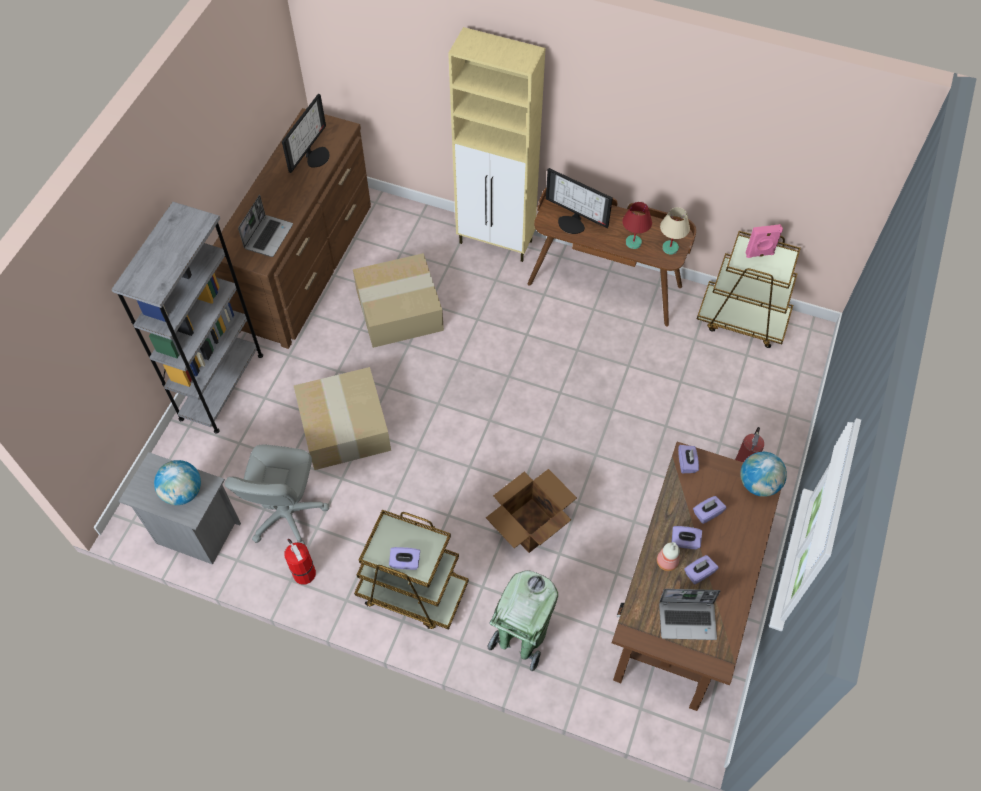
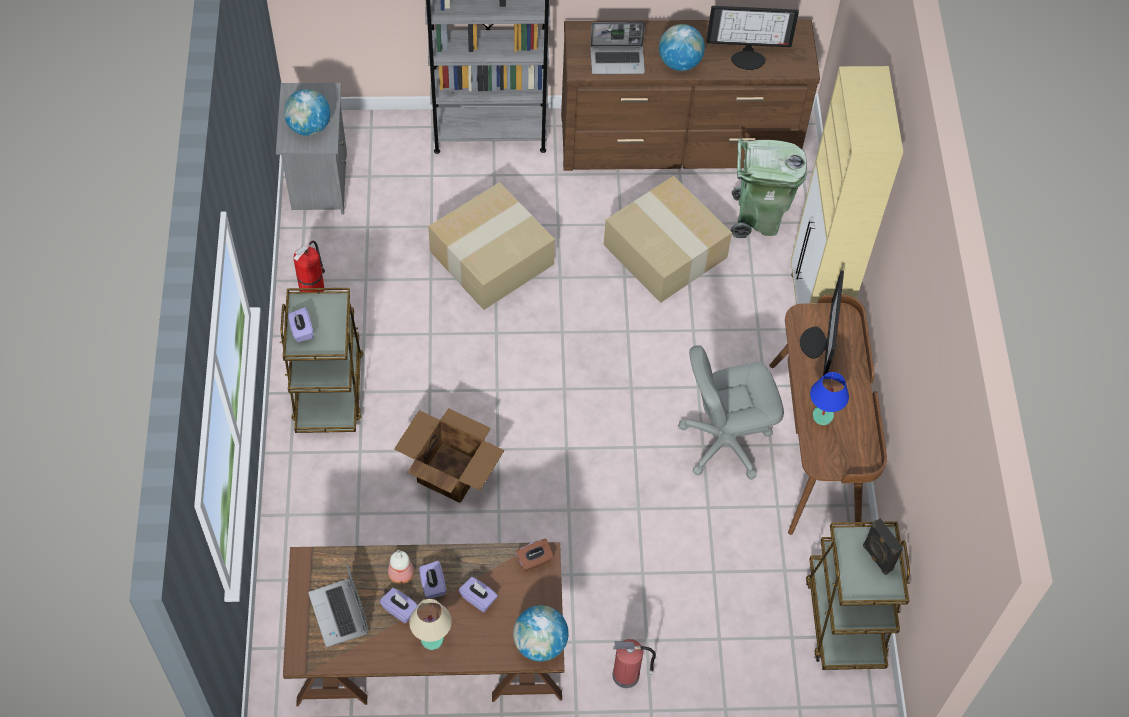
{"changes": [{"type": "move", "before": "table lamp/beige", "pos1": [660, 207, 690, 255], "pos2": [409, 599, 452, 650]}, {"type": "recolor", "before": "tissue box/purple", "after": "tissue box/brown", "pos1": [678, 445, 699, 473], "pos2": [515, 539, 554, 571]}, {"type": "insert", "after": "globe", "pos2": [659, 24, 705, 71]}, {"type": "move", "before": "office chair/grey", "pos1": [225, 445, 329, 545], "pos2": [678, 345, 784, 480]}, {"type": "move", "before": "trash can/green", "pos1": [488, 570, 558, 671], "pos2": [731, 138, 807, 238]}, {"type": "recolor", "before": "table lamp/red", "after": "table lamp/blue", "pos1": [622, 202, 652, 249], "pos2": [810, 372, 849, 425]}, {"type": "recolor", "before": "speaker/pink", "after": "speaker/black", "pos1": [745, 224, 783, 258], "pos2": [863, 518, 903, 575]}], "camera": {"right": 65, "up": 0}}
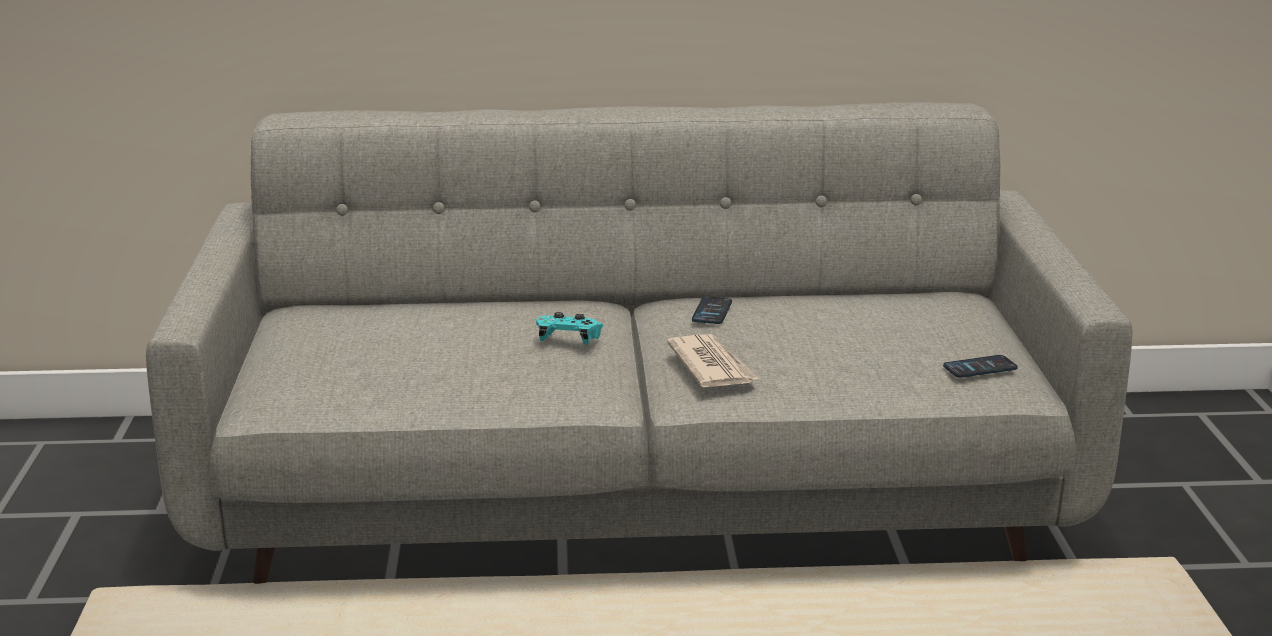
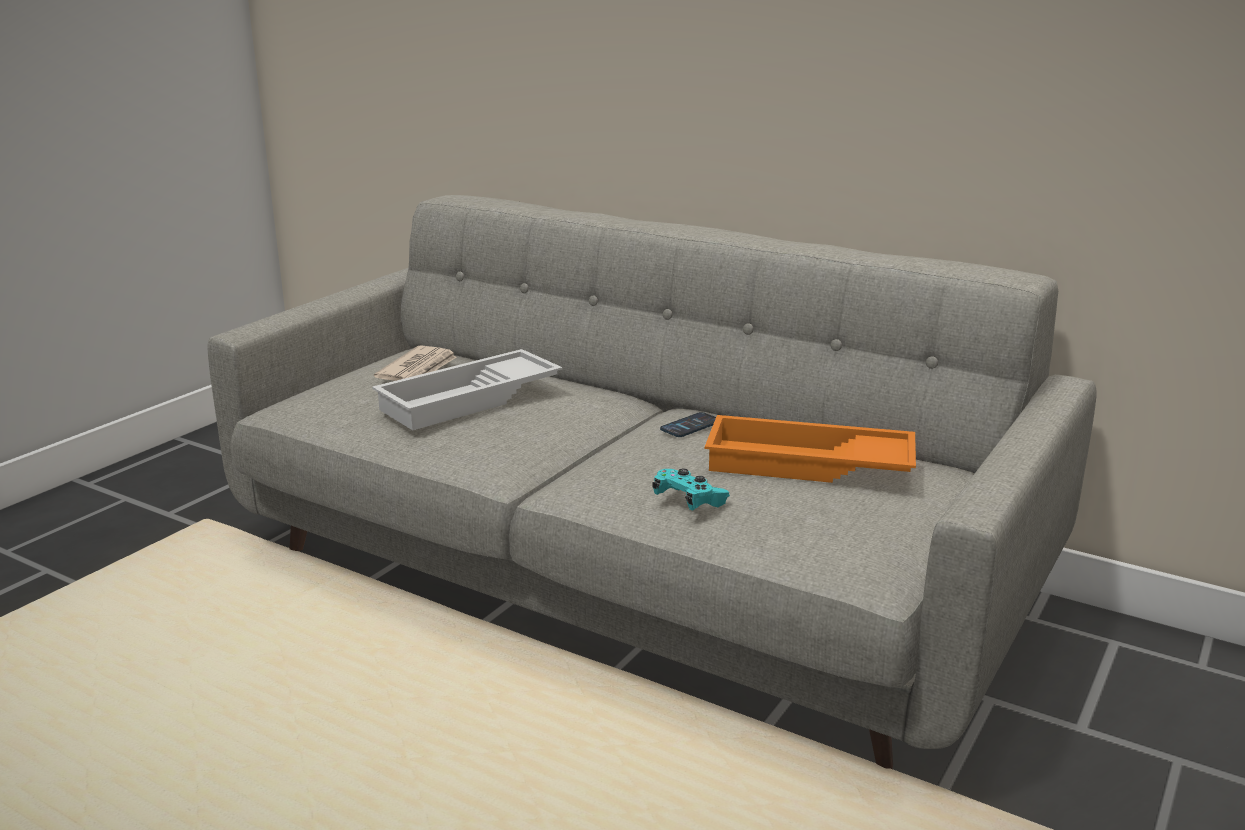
{"changes": [{"type": "insert", "after": "tray/white", "pos2": [372, 349, 562, 430]}, {"type": "move", "before": "newspaper", "pos1": [667, 334, 759, 387], "pos2": [374, 345, 457, 381]}, {"type": "move", "before": "game controller/turquoise", "pos1": [536, 312, 604, 345], "pos2": [653, 469, 730, 510]}, {"type": "insert", "after": "tray/orange", "pos2": [705, 415, 916, 483]}, {"type": "delete", "before": "phone", "pos1": [943, 355, 1018, 378]}], "camera": {"right": 35, "up": 0}}
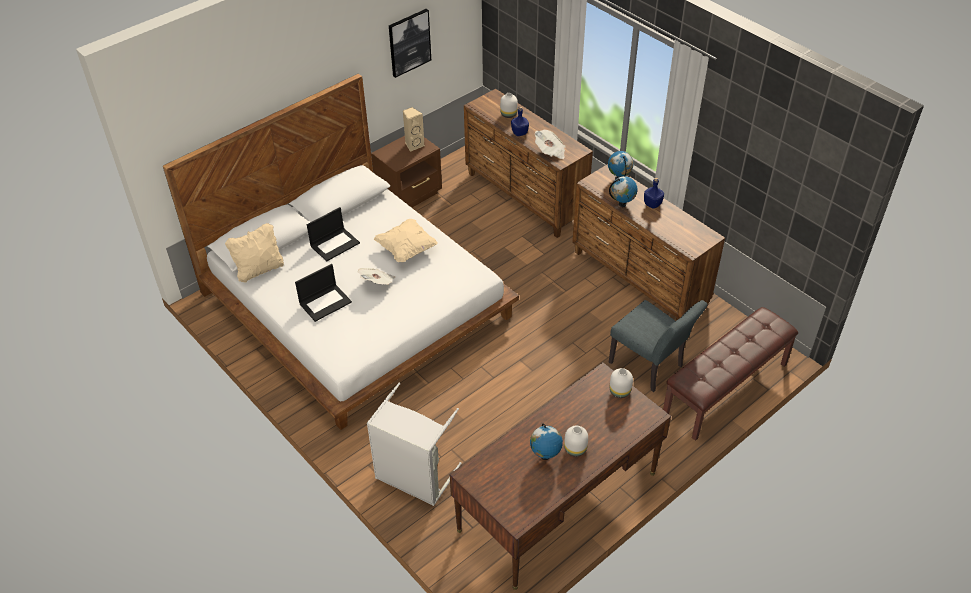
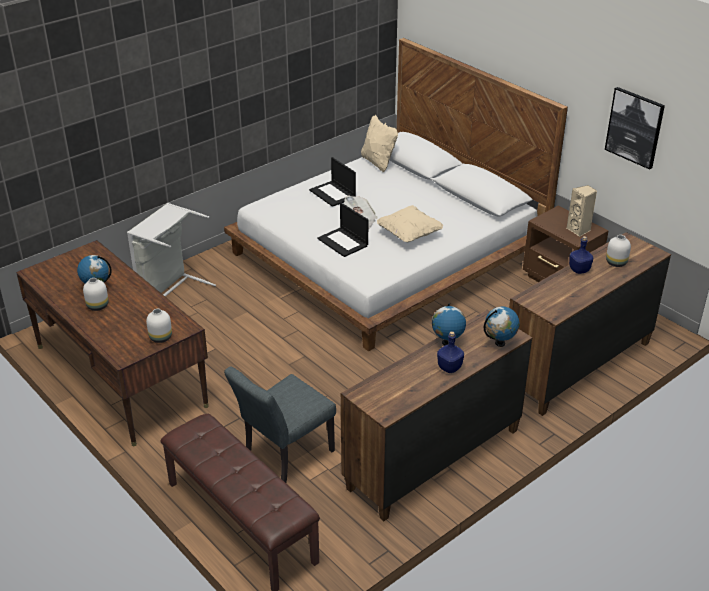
{"changes": [{"type": "move", "before": "laptop", "pos1": [307, 207, 360, 261], "pos2": [317, 203, 368, 257]}, {"type": "delete", "before": "newspaper", "pos1": [535, 130, 566, 159]}], "camera": {"right": 90, "up": -10}}
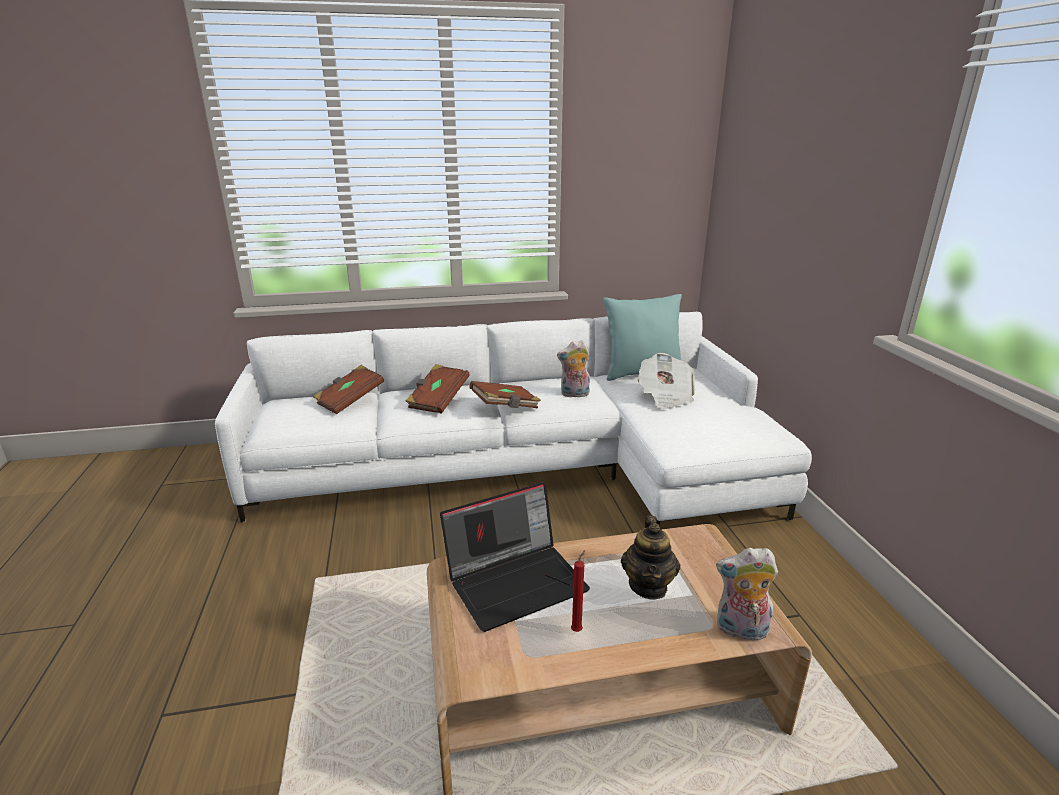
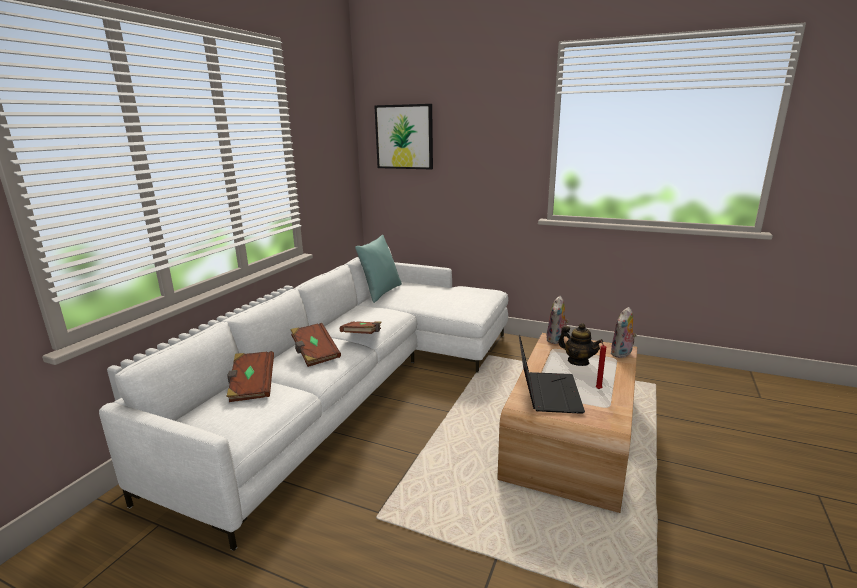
{"changes": [{"type": "insert", "after": "picture", "pos2": [374, 104, 433, 169]}, {"type": "move", "before": "plush toy", "pos1": [557, 340, 590, 398], "pos2": [546, 296, 569, 344]}, {"type": "delete", "before": "newspaper", "pos1": [637, 353, 695, 409]}], "camera": {"right": -55, "up": -5}}
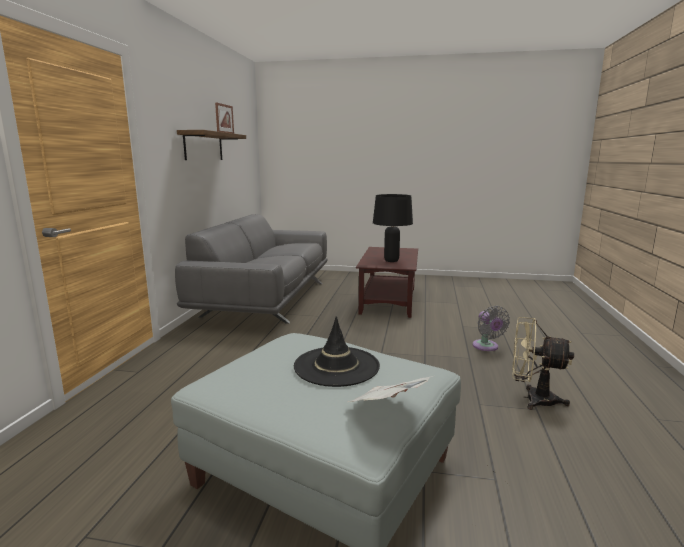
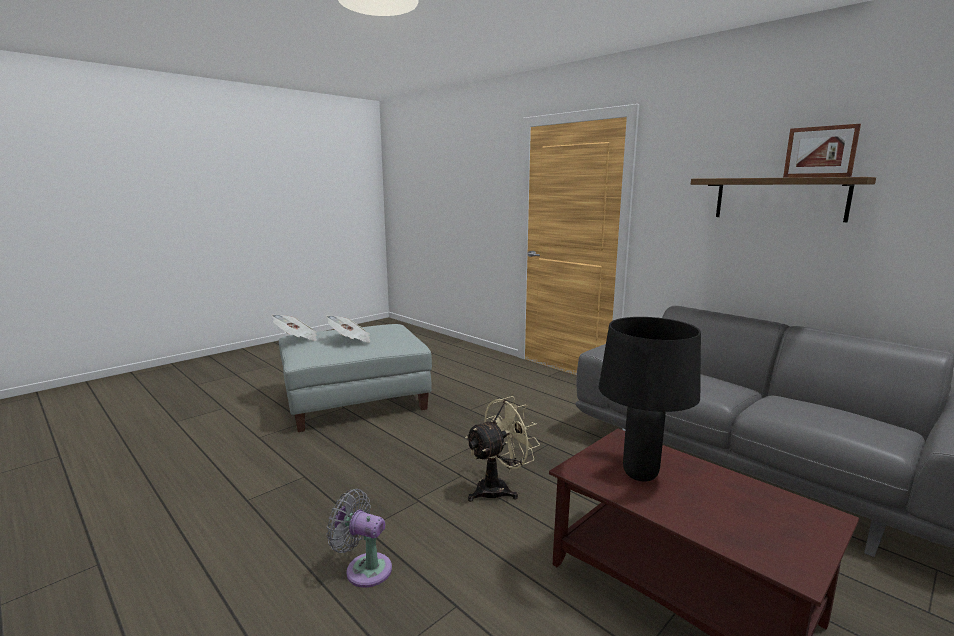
{"changes": [{"type": "replace", "before": "hat/black", "after": "newspaper", "pos1": [294, 316, 380, 387], "pos2": [326, 315, 370, 343]}, {"type": "move", "before": "fan/beige", "pos1": [512, 317, 574, 410], "pos2": [465, 396, 540, 502]}], "camera": {"right": 125, "up": 0}}
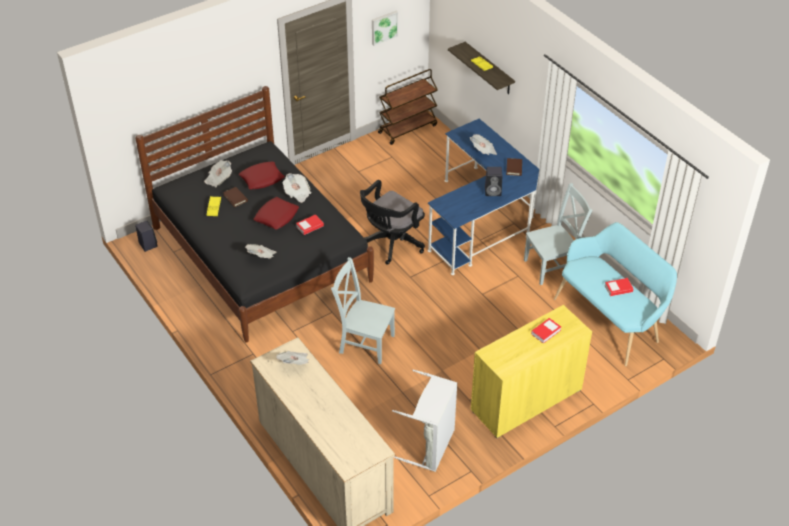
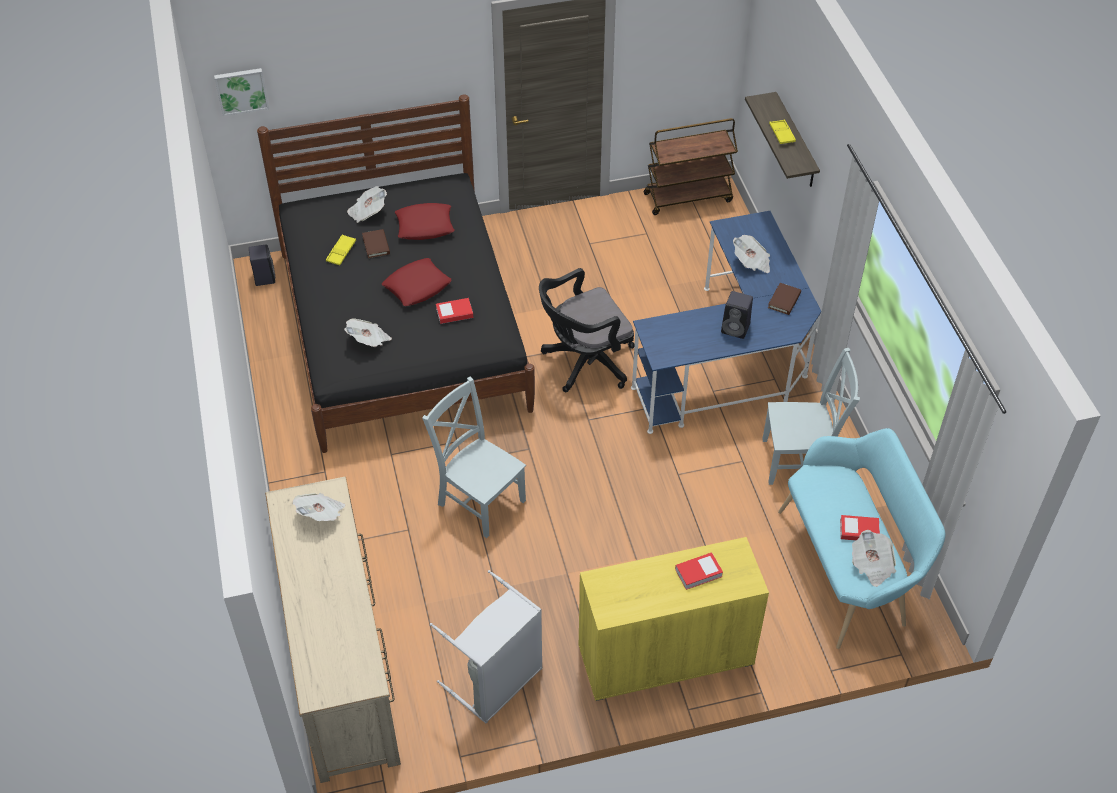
{"changes": [{"type": "move", "before": "picture", "pos1": [372, 11, 398, 46], "pos2": [214, 68, 269, 116]}, {"type": "move", "before": "newspaper", "pos1": [283, 173, 312, 203], "pos2": [852, 530, 896, 587]}], "camera": {"right": 20, "up": 5}}
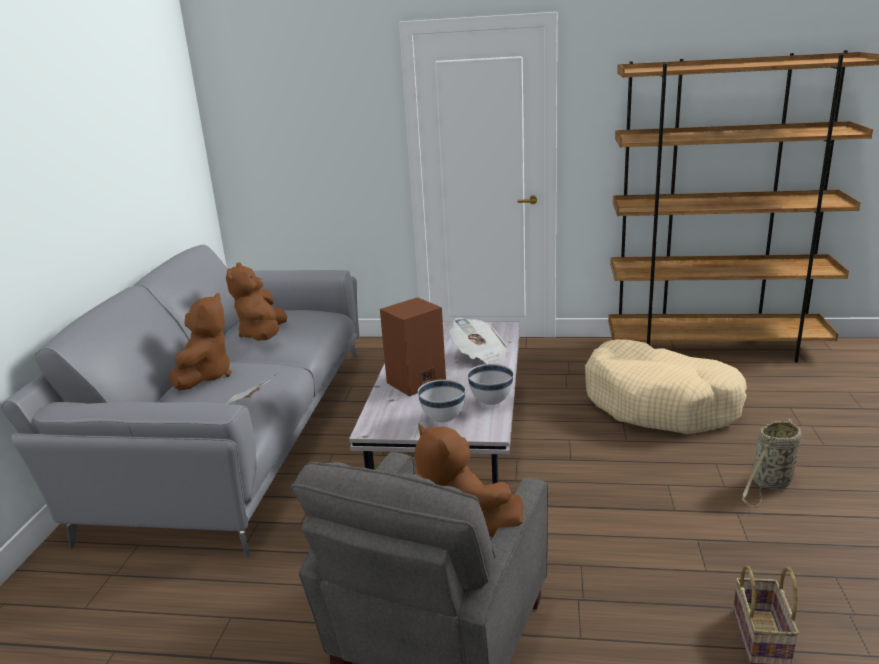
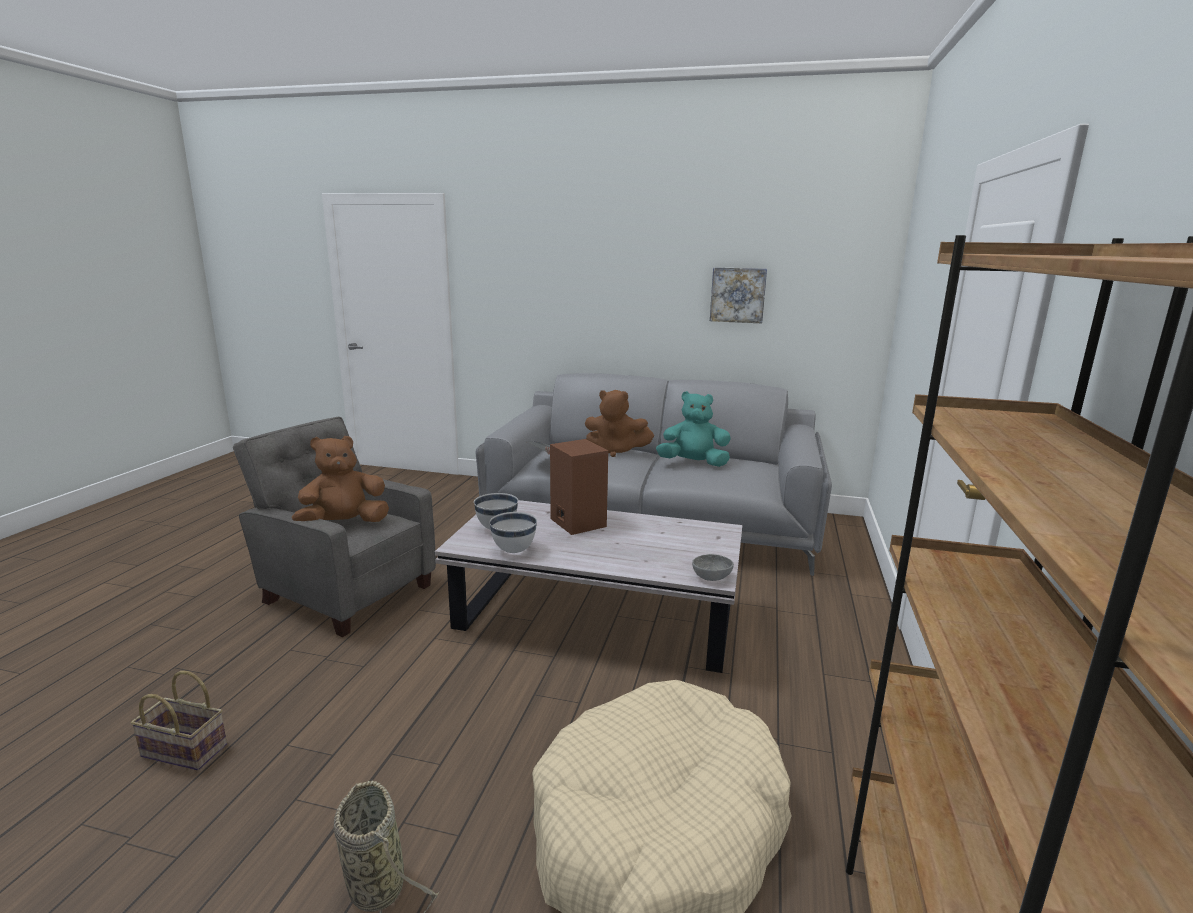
{"changes": [{"type": "recolor", "before": "plush toy/brown", "after": "plush toy/turquoise", "pos1": [226, 262, 287, 340], "pos2": [656, 391, 731, 467]}, {"type": "insert", "after": "bowl/grey", "pos2": [692, 554, 734, 581]}, {"type": "insert", "after": "picture", "pos2": [710, 267, 767, 323]}, {"type": "delete", "before": "newspaper", "pos1": [449, 318, 510, 364]}], "camera": {"right": 95, "up": -5}}
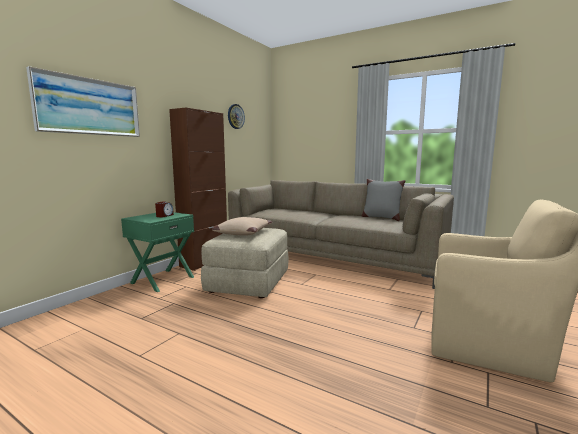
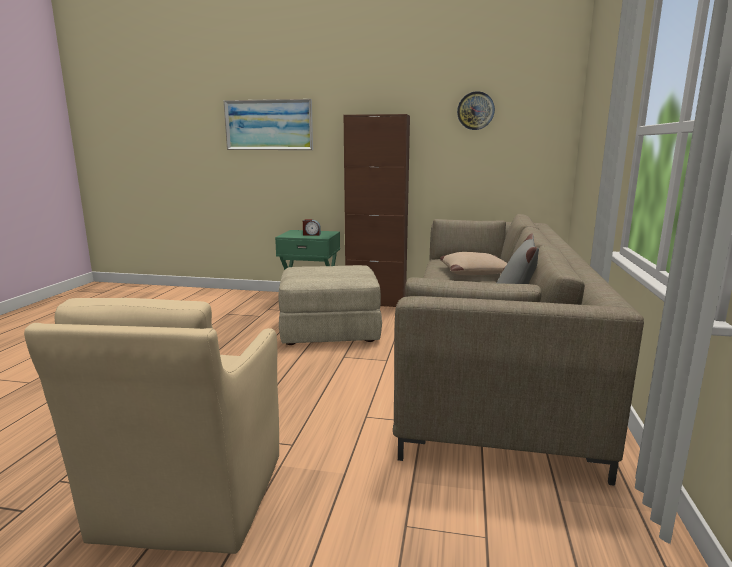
{"changes": [{"type": "move", "before": "pillow/beige", "pos1": [211, 217, 272, 236], "pos2": [440, 252, 507, 275]}], "camera": {"right": 70, "up": 5}}
